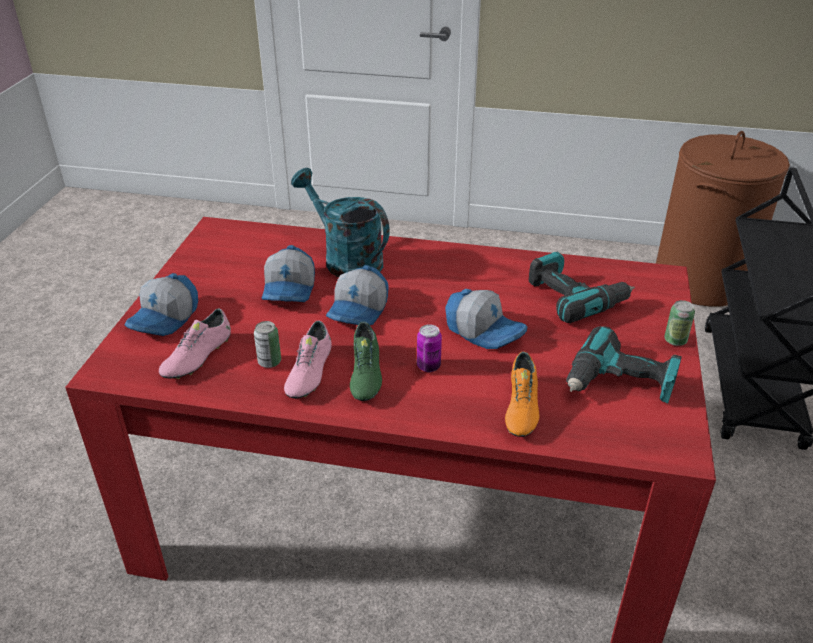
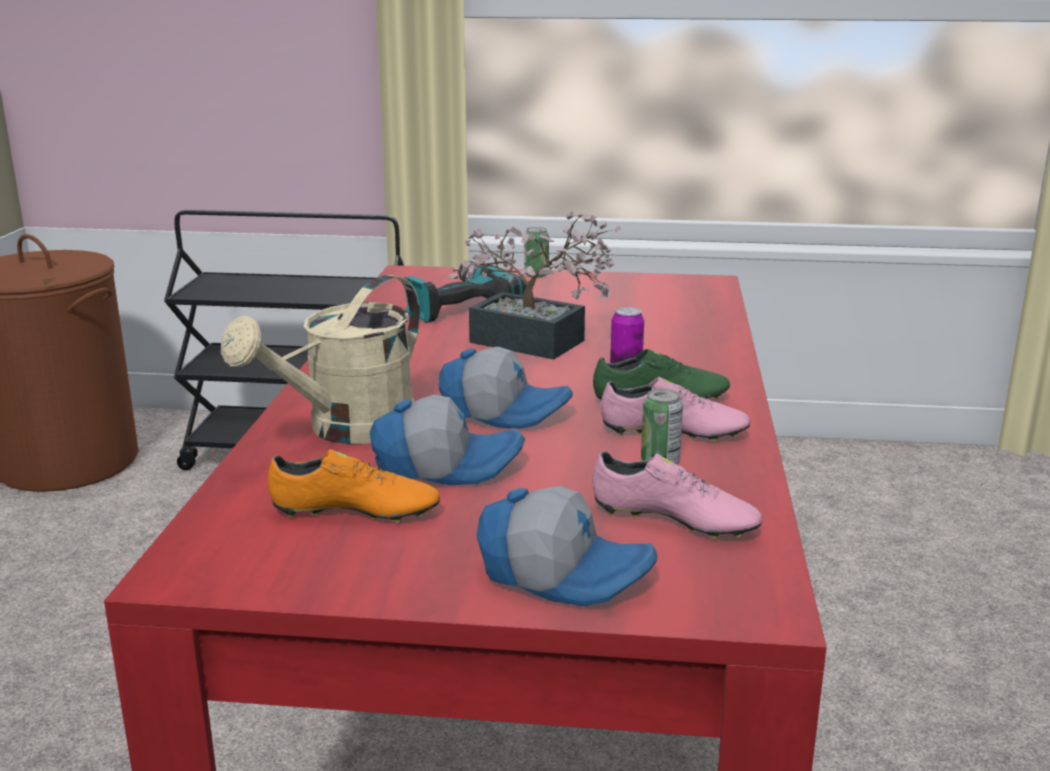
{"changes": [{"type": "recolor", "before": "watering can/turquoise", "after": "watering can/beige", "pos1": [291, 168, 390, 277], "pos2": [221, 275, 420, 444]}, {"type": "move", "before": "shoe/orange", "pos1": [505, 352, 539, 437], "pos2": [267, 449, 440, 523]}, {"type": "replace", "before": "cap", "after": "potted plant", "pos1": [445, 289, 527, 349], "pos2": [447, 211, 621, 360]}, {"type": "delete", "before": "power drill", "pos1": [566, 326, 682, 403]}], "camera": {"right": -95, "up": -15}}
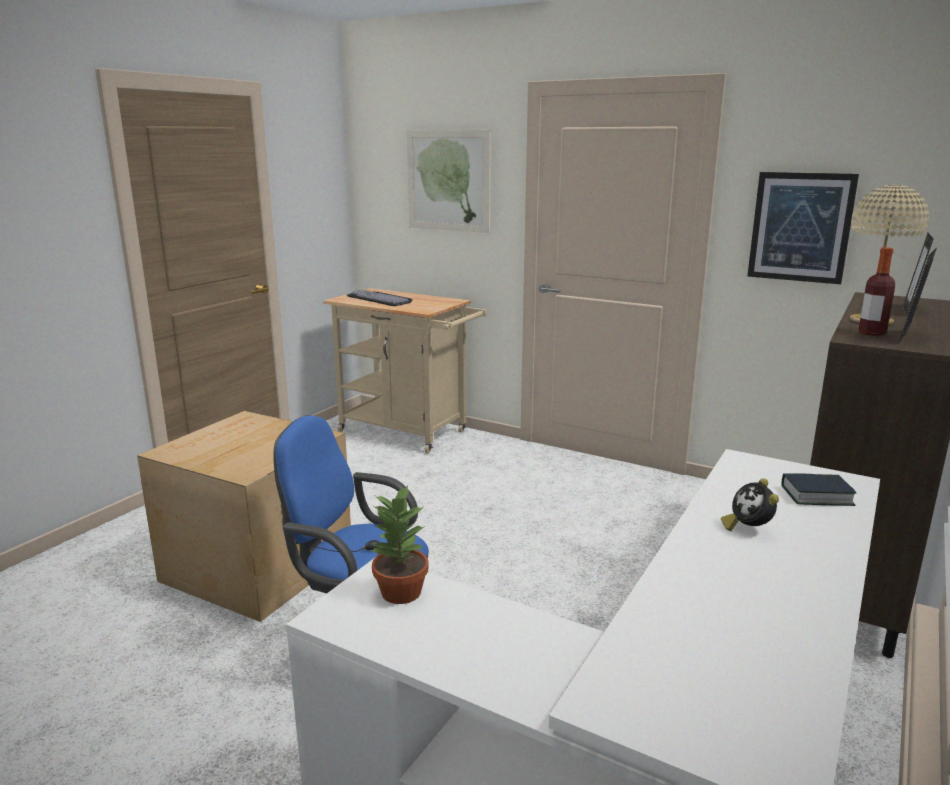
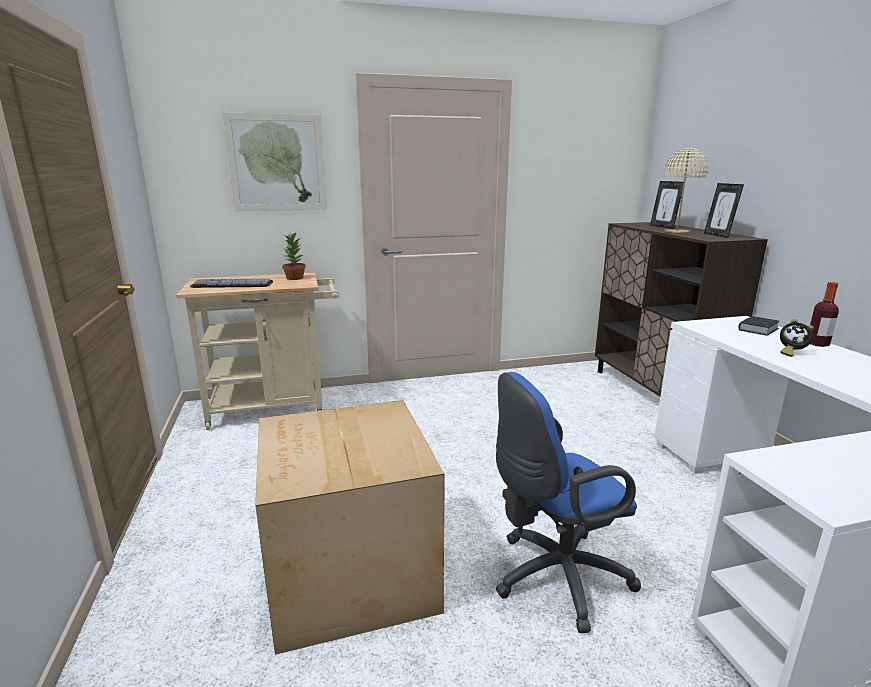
{"changes": [{"type": "move", "before": "potted plant", "pos1": [370, 485, 429, 604], "pos2": [282, 232, 306, 280]}, {"type": "move", "before": "bottle", "pos1": [858, 247, 895, 336], "pos2": [810, 282, 839, 347]}, {"type": "delete", "before": "picture", "pos1": [747, 172, 859, 284]}], "camera": {"right": -45, "up": 0}}
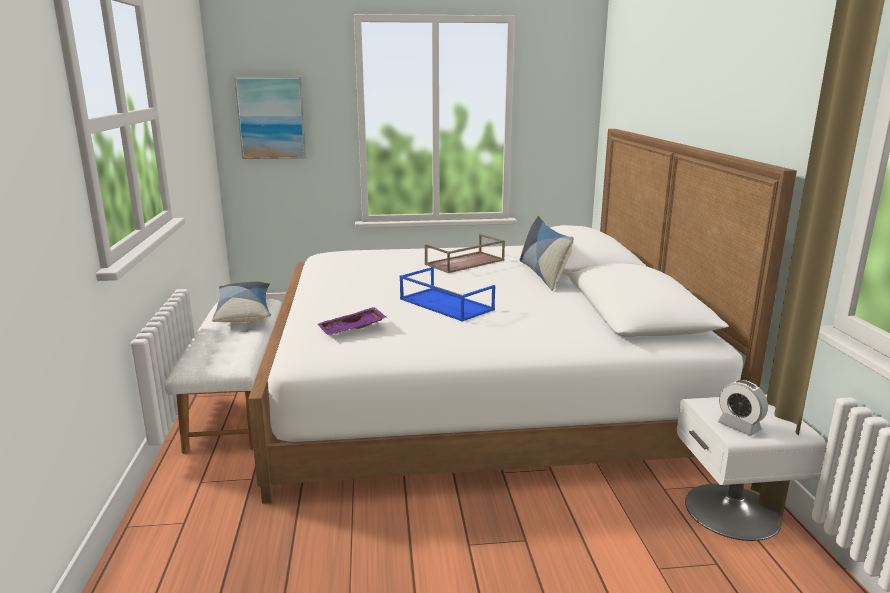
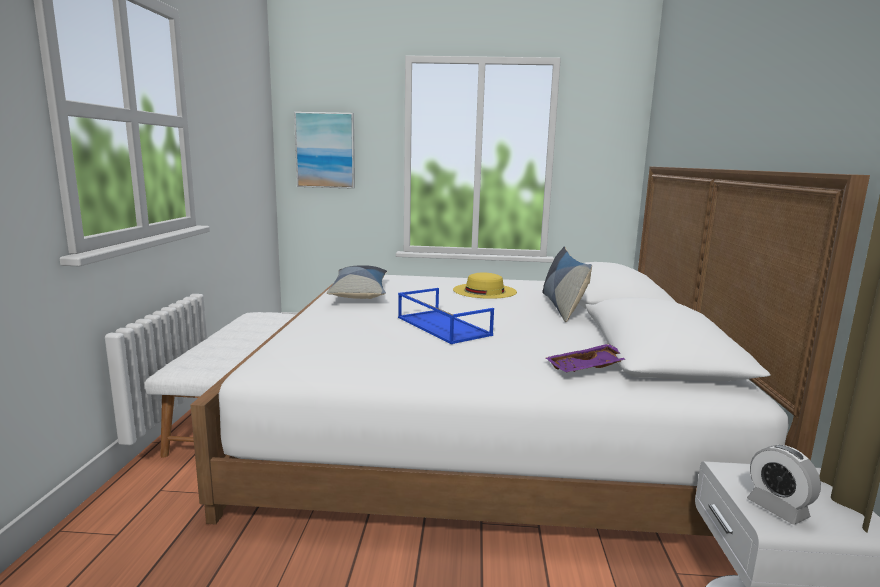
{"changes": [{"type": "move", "before": "pillow", "pos1": [212, 282, 271, 322], "pos2": [327, 265, 387, 299]}, {"type": "replace", "before": "tray/brown", "after": "hat/yellow", "pos1": [425, 234, 505, 273], "pos2": [453, 273, 517, 299]}, {"type": "move", "before": "tray/purple", "pos1": [318, 307, 387, 335], "pos2": [546, 344, 625, 372]}], "camera": {"right": 10, "up": -5}}
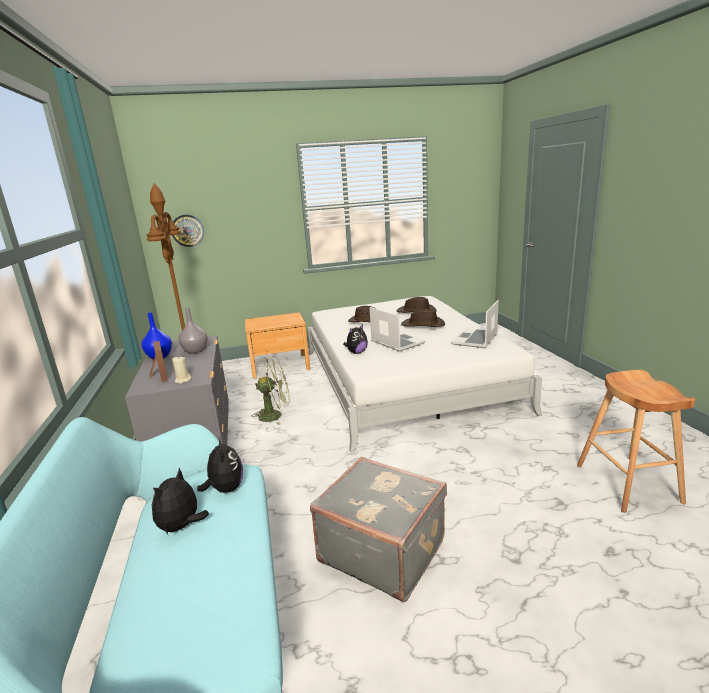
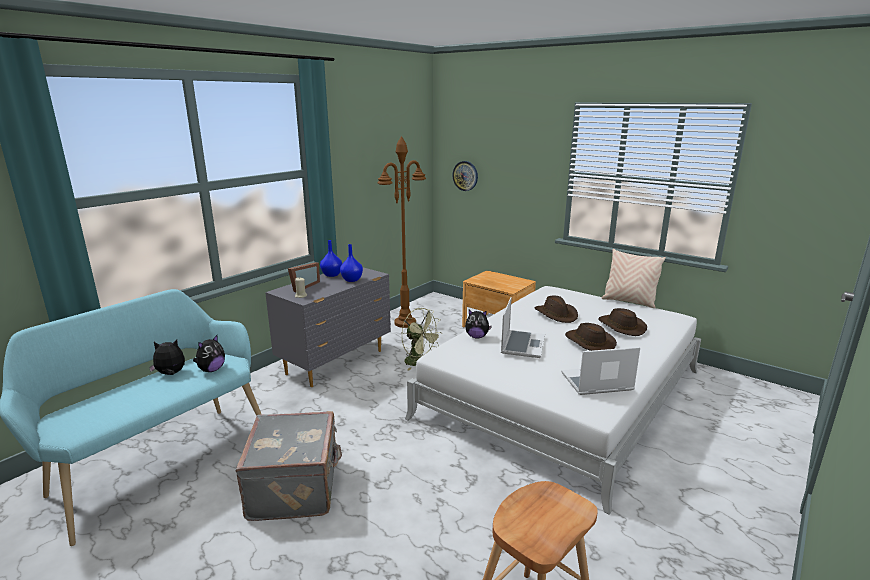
{"changes": [{"type": "recolor", "before": "vase/grey", "after": "vase/blue", "pos1": [178, 308, 208, 354], "pos2": [340, 244, 363, 282]}, {"type": "insert", "after": "pillow/beige", "pos2": [601, 249, 666, 308]}], "camera": {"right": 50, "up": 0}}
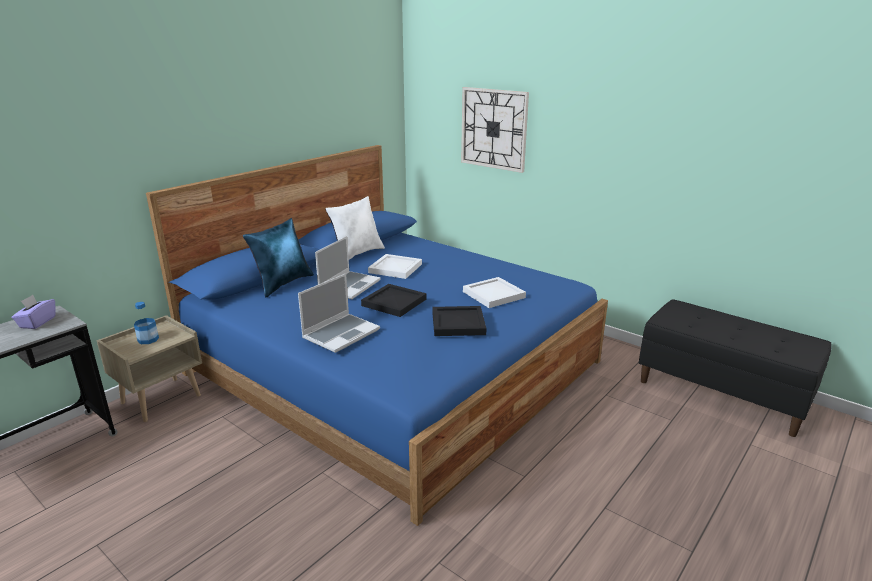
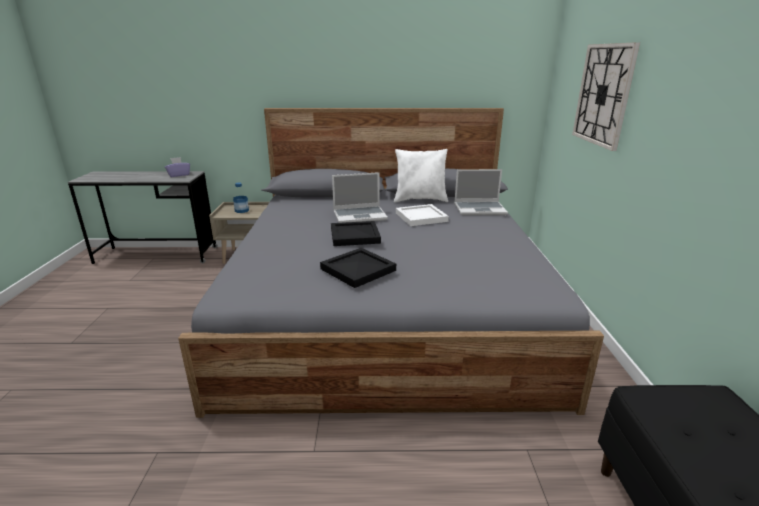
{"changes": [{"type": "recolor", "before": "bed/blue", "after": "bed/grey", "pos1": [146, 145, 608, 526], "pos2": [178, 108, 604, 418]}, {"type": "move", "before": "laptop", "pos1": [298, 273, 380, 353], "pos2": [454, 169, 508, 216]}, {"type": "delete", "before": "pillow/blue", "pos1": [243, 218, 314, 297]}, {"type": "delete", "before": "tray/white", "pos1": [463, 277, 526, 308]}], "camera": {"right": 50, "up": 0}}
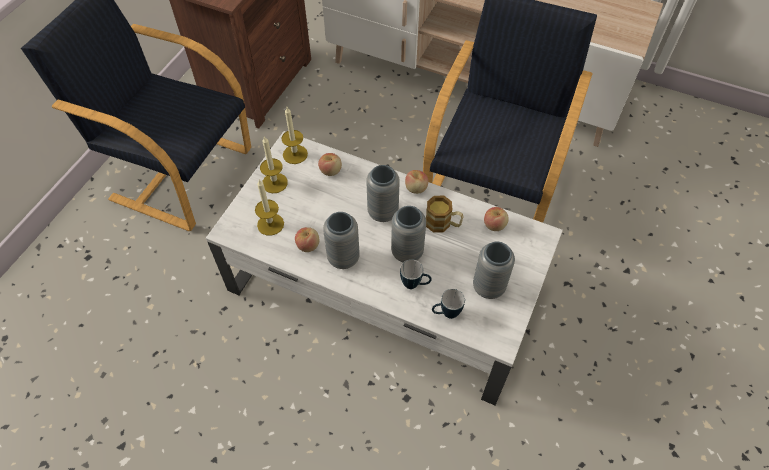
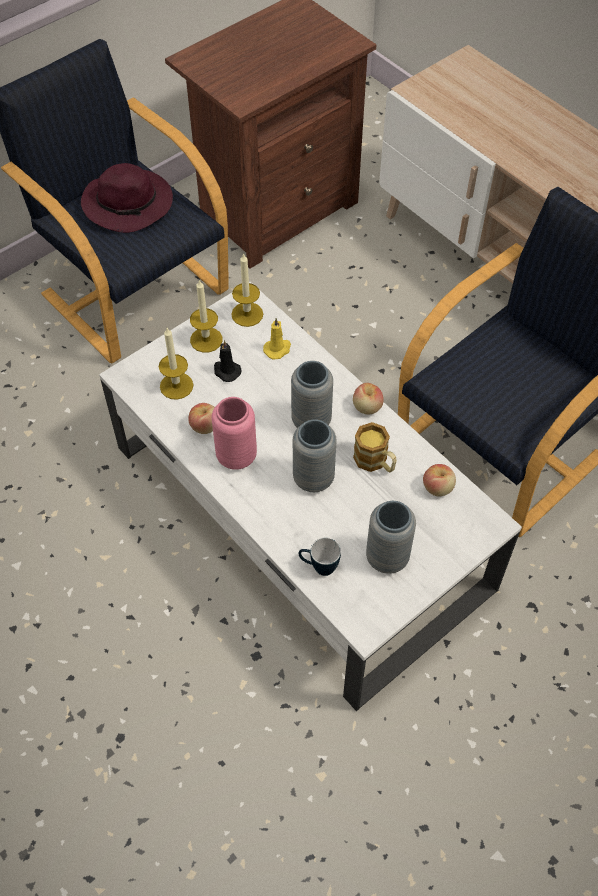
{"changes": [{"type": "insert", "after": "hat/purple", "pos2": [81, 163, 173, 233]}, {"type": "recolor", "before": "vase/grey", "after": "vase/pink", "pos1": [323, 212, 360, 269], "pos2": [211, 397, 257, 470]}, {"type": "insert", "after": "candle/black", "pos2": [214, 340, 241, 382]}, {"type": "replace", "before": "apple", "after": "candle/yellow", "pos1": [318, 153, 342, 176], "pos2": [263, 318, 291, 359]}, {"type": "delete", "before": "mug", "pos1": [400, 259, 432, 289]}], "camera": {"right": 25, "up": 0}}
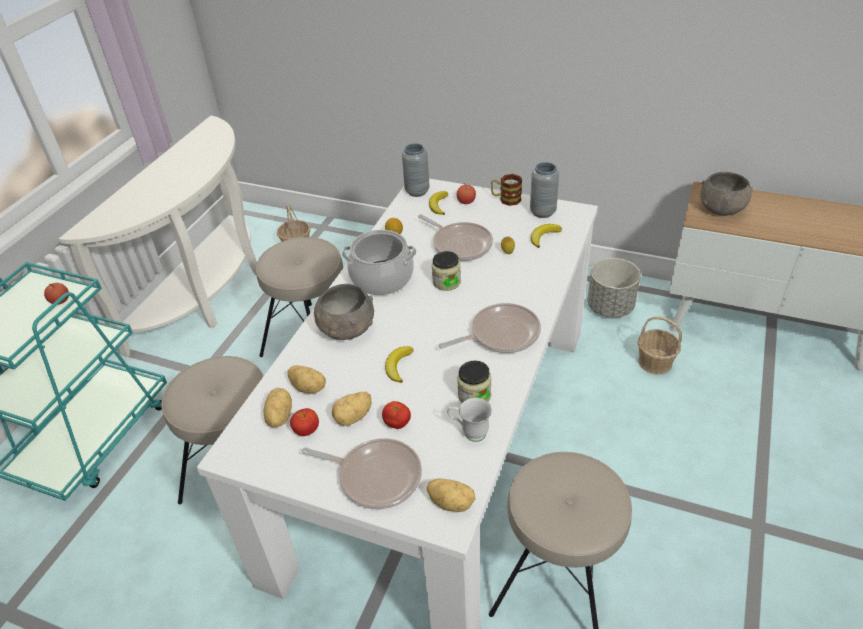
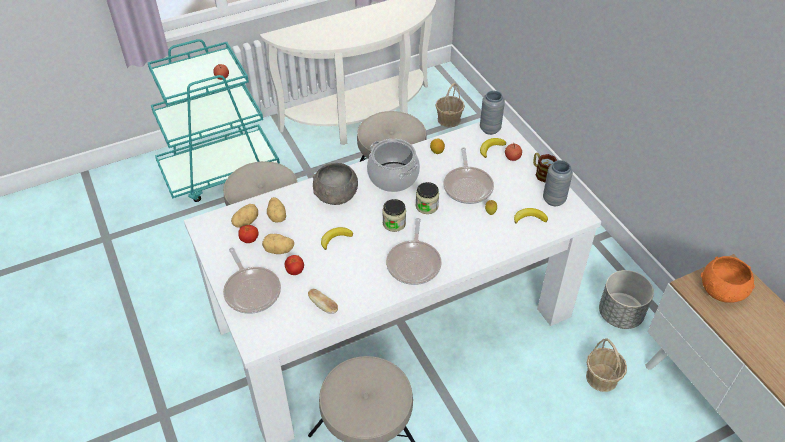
{"changes": [{"type": "replace", "before": "mug/white", "after": "bread", "pos1": [447, 398, 492, 442], "pos2": [308, 289, 338, 314]}, {"type": "move", "before": "jar", "pos1": [457, 361, 491, 402], "pos2": [382, 199, 406, 232]}, {"type": "rotate", "before": "frying pan", "pos1": [439, 303, 541, 353], "pos2": [386, 218, 442, 285], "turn": 75}, {"type": "recolor", "before": "bowl/grey", "after": "bowl/orange", "pos1": [700, 172, 753, 216], "pos2": [701, 256, 755, 303]}, {"type": "delete", "before": "potato", "pos1": [427, 478, 476, 512]}], "camera": {"right": 40, "up": 5}}
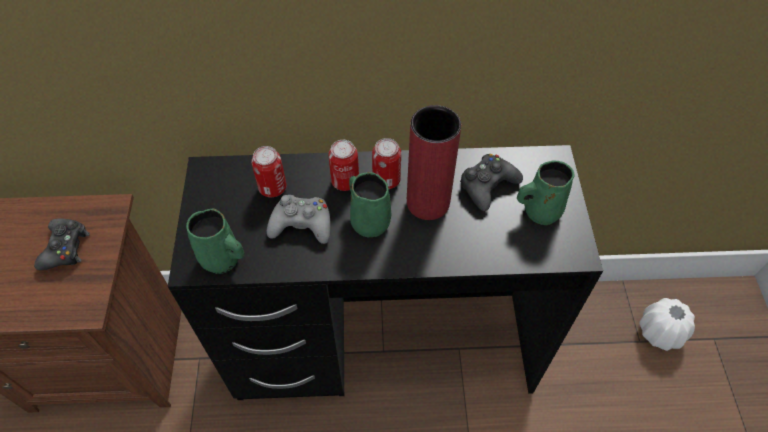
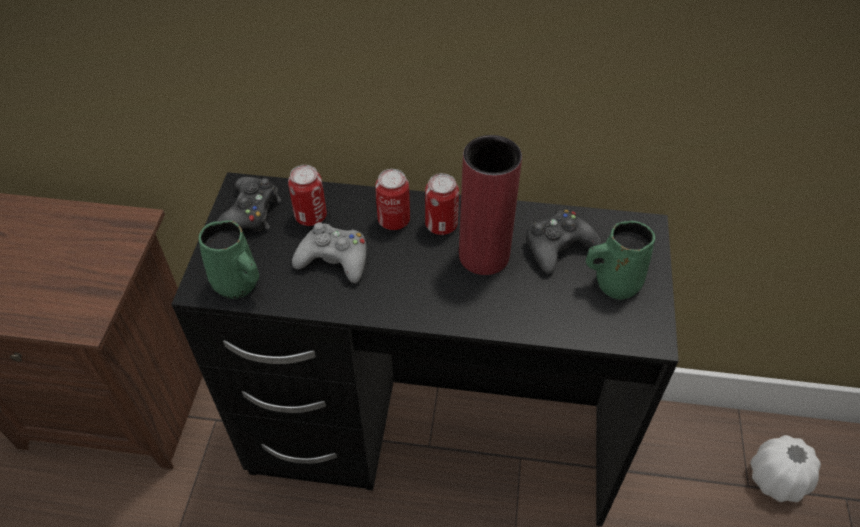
{"changes": [{"type": "move", "before": "game controller/black", "pos1": [34, 218, 90, 270], "pos2": [217, 177, 281, 231]}, {"type": "delete", "before": "mug/green", "pos1": [349, 172, 391, 238]}], "camera": {"right": 10, "up": -5}}
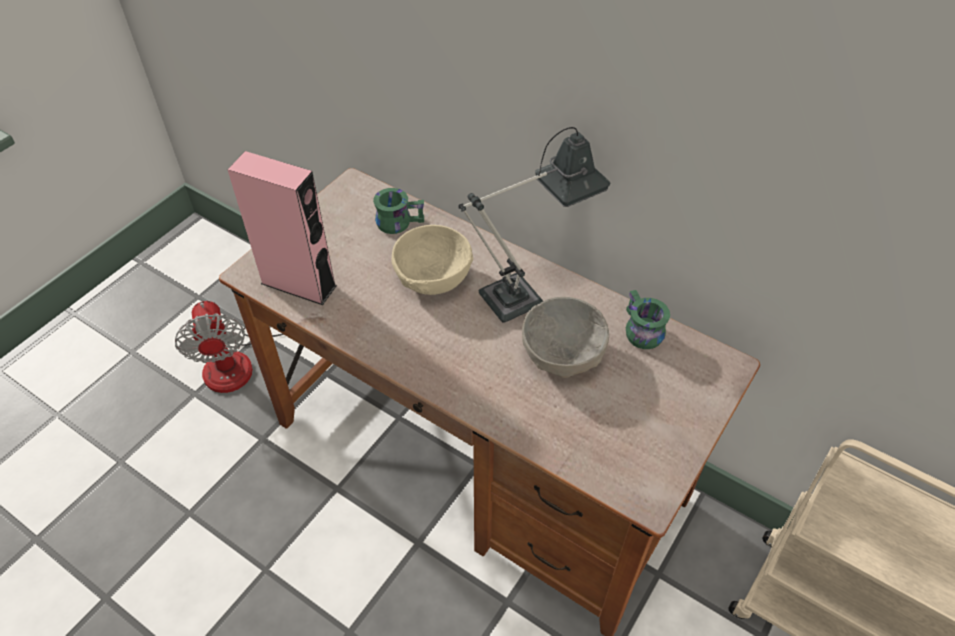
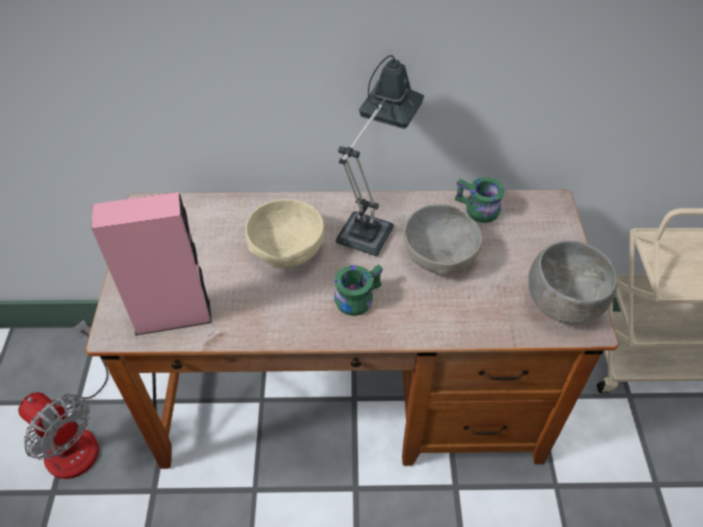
{"changes": [{"type": "move", "before": "mug/green", "pos1": [373, 188, 424, 234], "pos2": [334, 264, 383, 316]}, {"type": "insert", "after": "bowl/grey", "pos2": [528, 241, 617, 324]}], "camera": {"right": -35, "up": 0}}
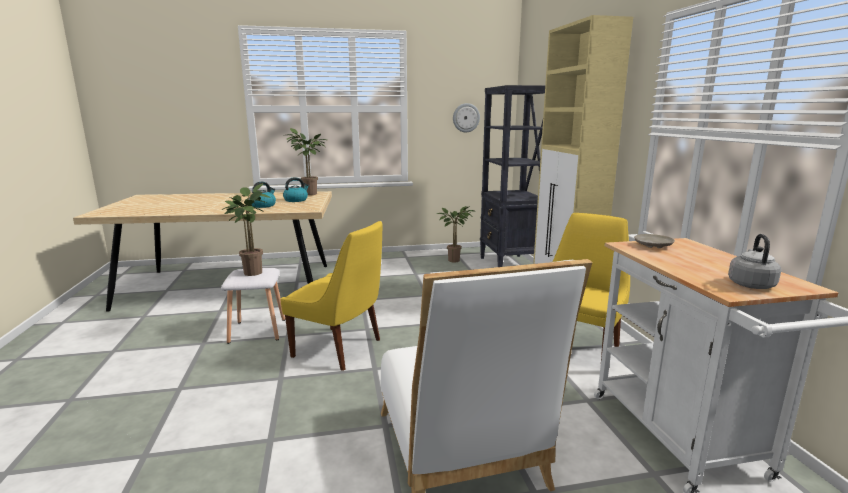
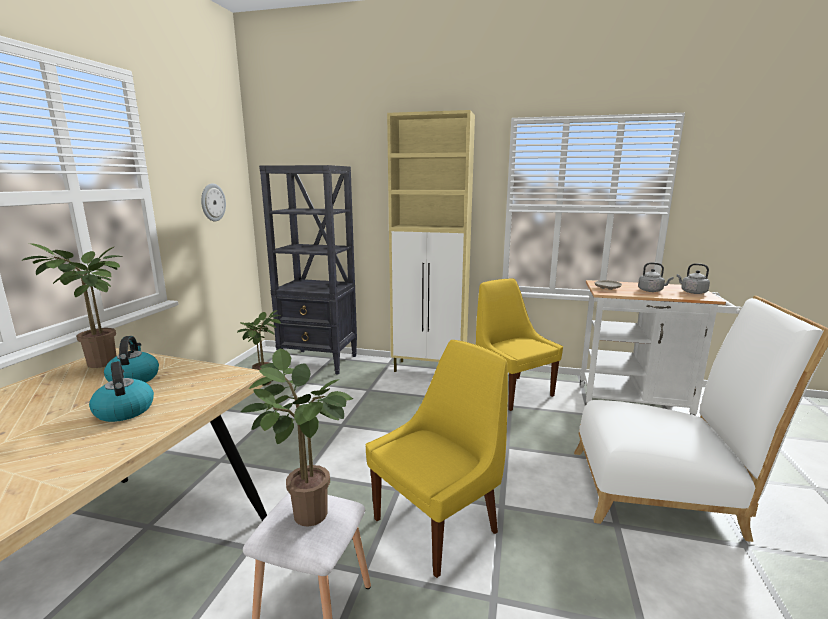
{"changes": [{"type": "insert", "after": "kettle/grey", "pos2": [638, 262, 674, 292]}], "camera": {"right": -65, "up": 0}}
